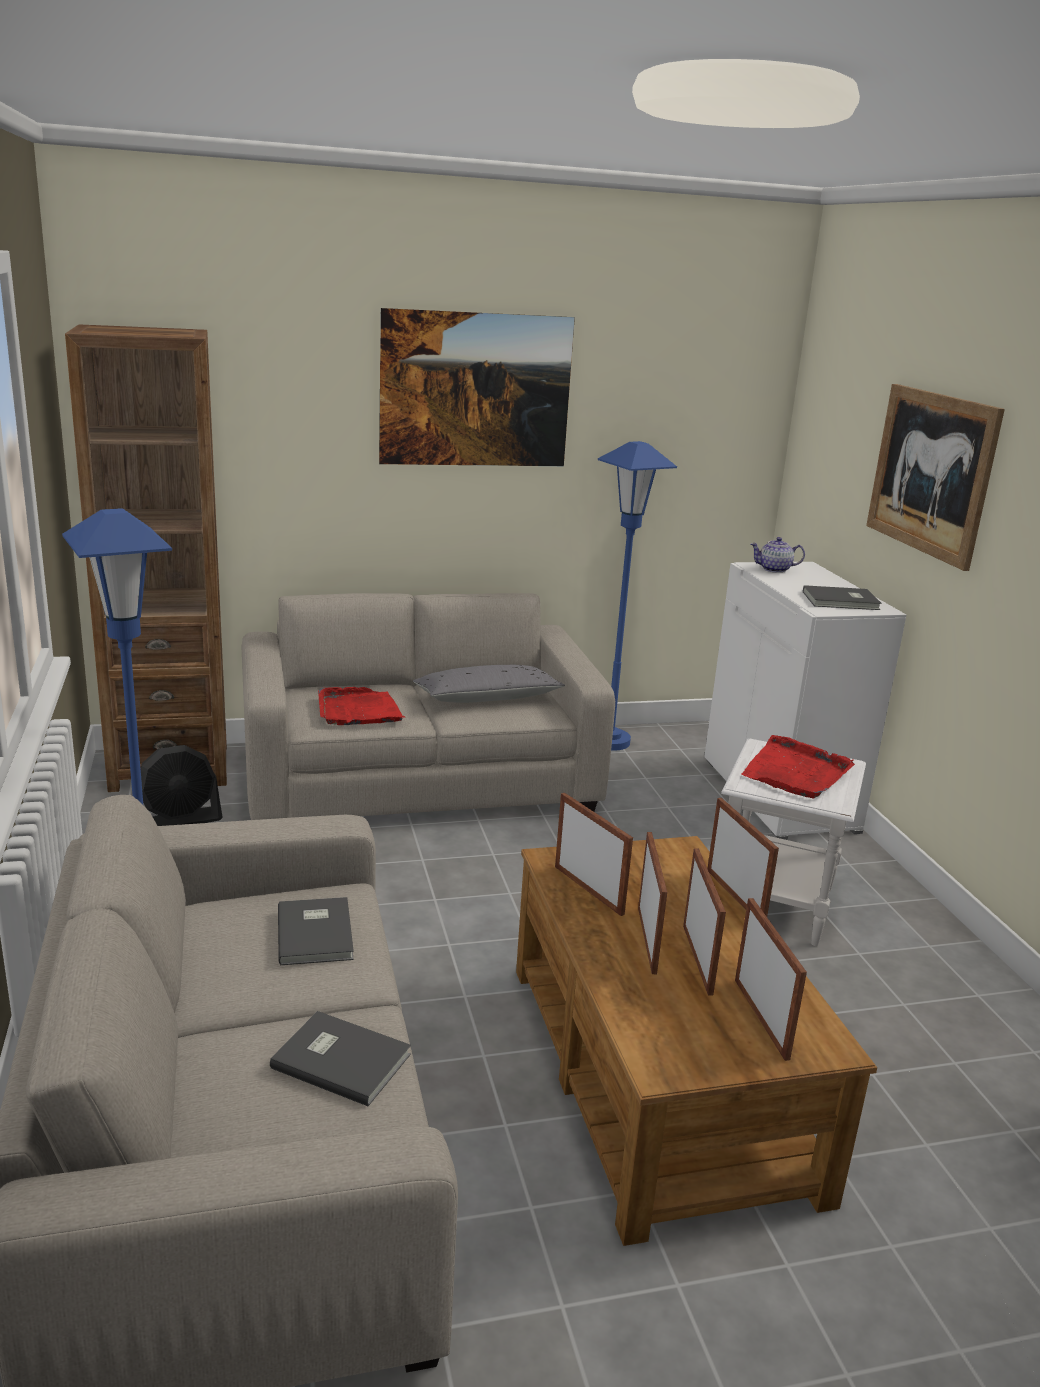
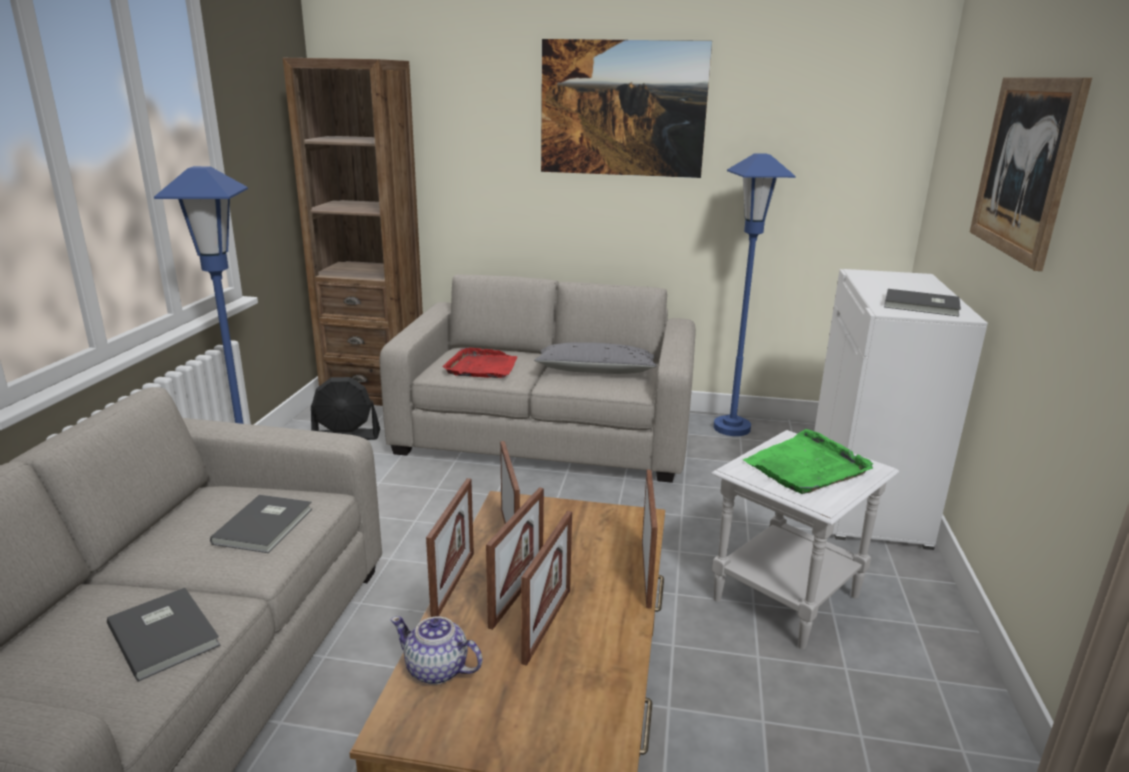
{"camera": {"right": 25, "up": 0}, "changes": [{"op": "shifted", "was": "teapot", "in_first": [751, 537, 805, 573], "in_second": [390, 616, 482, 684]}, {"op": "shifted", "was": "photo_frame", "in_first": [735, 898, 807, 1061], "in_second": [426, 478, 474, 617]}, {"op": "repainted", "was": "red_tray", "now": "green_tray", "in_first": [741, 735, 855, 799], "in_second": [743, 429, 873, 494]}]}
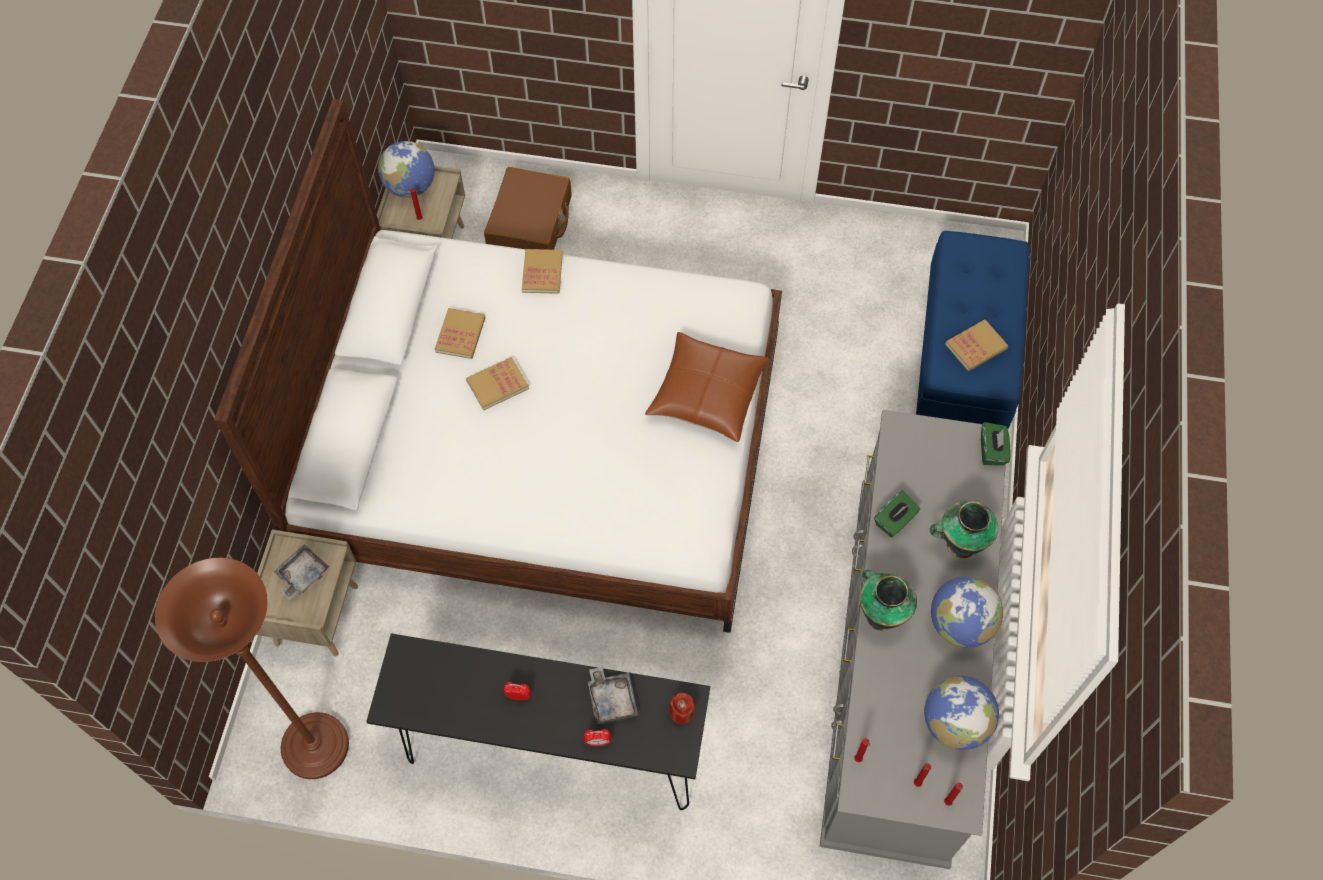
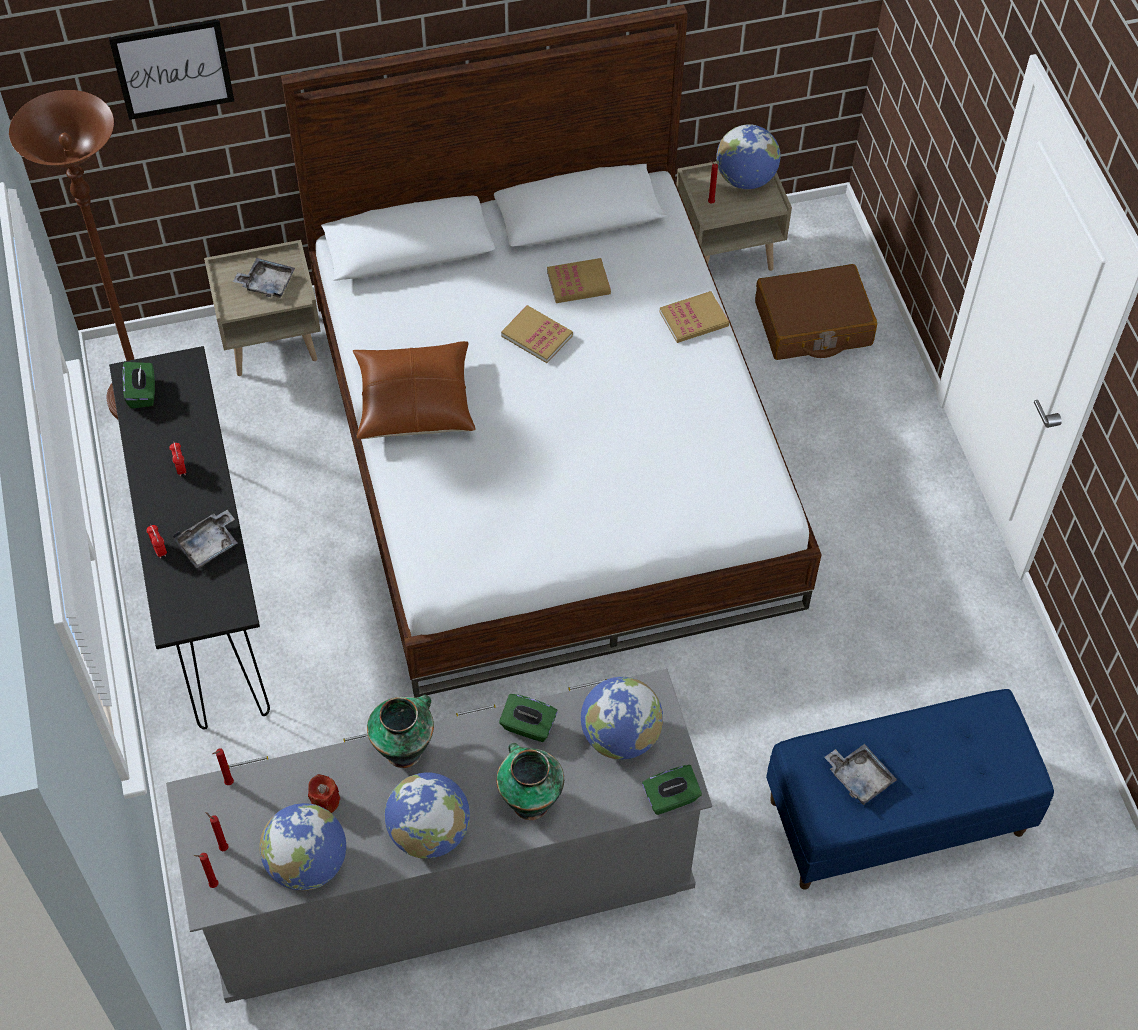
{"camera": {"right": 65, "up": -5}, "changes": [{"op": "new", "now": "wall_picture", "in_second": [109, 19, 234, 120]}, {"op": "new", "now": "green_tissue_holder", "in_second": [123, 362, 155, 408]}, {"op": "shifted", "was": "red_candle", "in_first": [669, 693, 696, 724], "in_second": [308, 774, 340, 813]}, {"op": "shifted", "was": "brown_pillow", "in_first": [645, 332, 769, 442], "in_second": [353, 341, 475, 439]}, {"op": "new", "now": "globe", "in_second": [581, 677, 663, 759]}, {"op": "swapped", "was": "volume", "now": "greyish_tray", "in_first": [945, 319, 1008, 371], "in_second": [824, 744, 897, 805]}]}
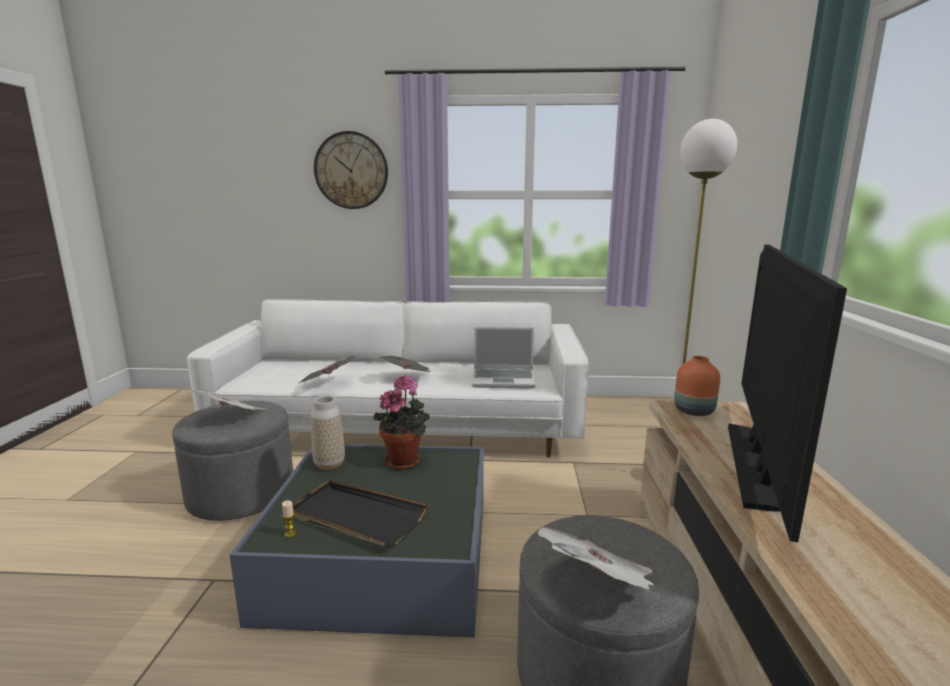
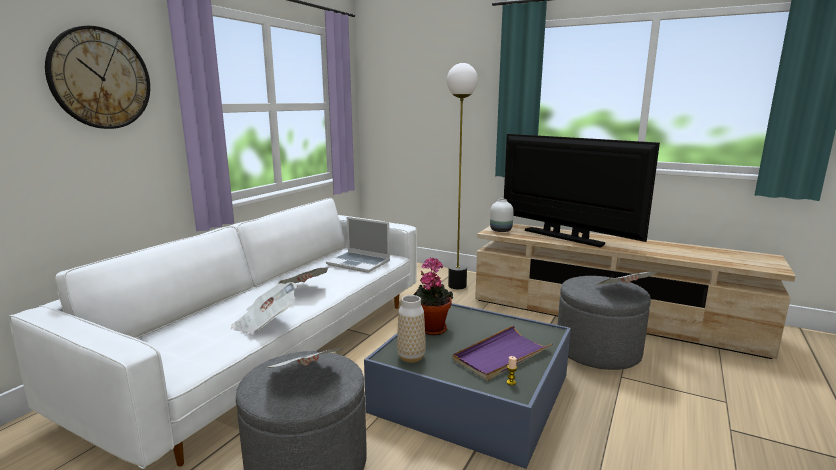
{"camera": {"right": -65, "up": 0}, "changes": [{"op": "rotated", "was": "portable_computer", "in_first": [472, 327, 535, 389], "in_second": [326, 217, 390, 273], "clockwise": 90}, {"op": "repainted", "was": "blackish_tray", "now": "purple_tray", "in_first": [293, 480, 427, 547], "in_second": [453, 325, 553, 380]}, {"op": "repainted", "was": "orangey_decorative_vase", "now": "whitish_decorative_vase", "in_first": [674, 356, 720, 416], "in_second": [490, 199, 514, 232]}]}
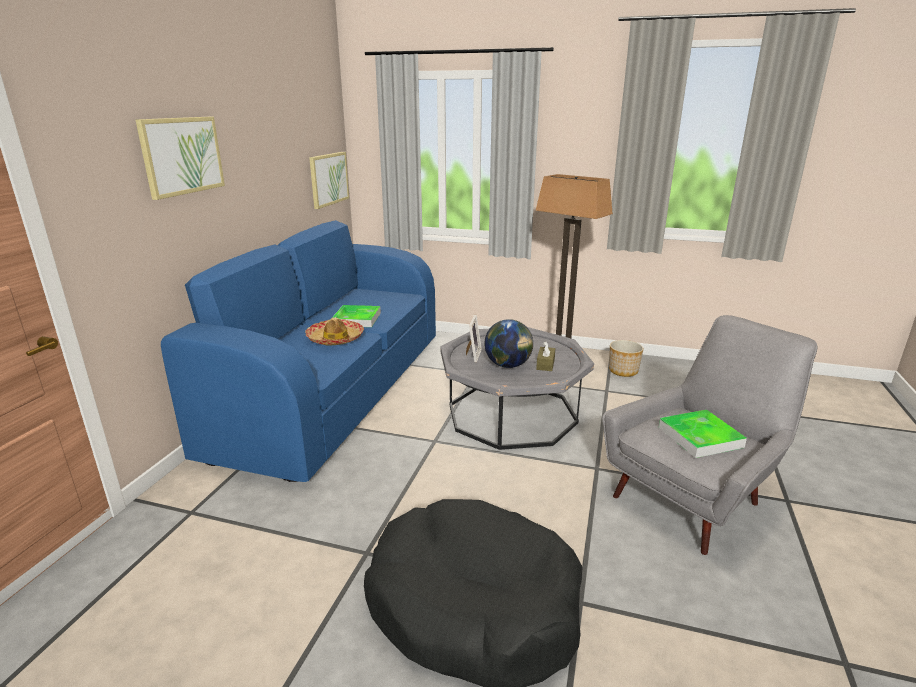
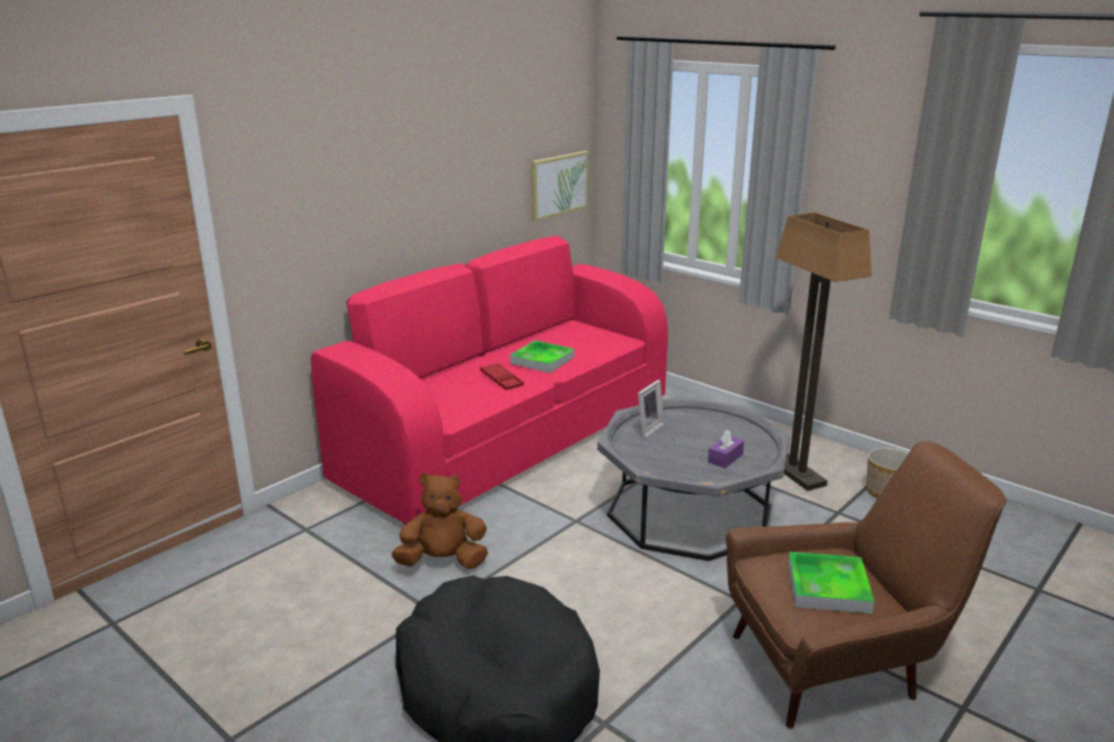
{"camera": {"right": 25, "up": 0}, "changes": [{"op": "repainted", "was": "bluish_settee", "now": "pink_settee", "in_first": [161, 220, 436, 482], "in_second": [311, 236, 668, 525]}, {"op": "new", "now": "brown_plush_toy", "in_second": [392, 473, 488, 569]}, {"op": "swapped", "was": "hat", "now": "red_tray", "in_first": [305, 317, 364, 345], "in_second": [480, 363, 524, 390]}, {"op": "repainted", "was": "brown_tissue_holder", "now": "purple_tissue_holder", "in_first": [536, 341, 555, 371], "in_second": [708, 430, 744, 468]}, {"op": "repainted", "was": "greyish_easy_chair", "now": "brown_easy_chair", "in_first": [603, 315, 818, 555], "in_second": [726, 441, 1006, 729]}, {"op": "gone", "was": "wall_picture", "in_first": [136, 117, 225, 200]}, {"op": "gone", "was": "globe", "in_first": [484, 319, 533, 368]}]}
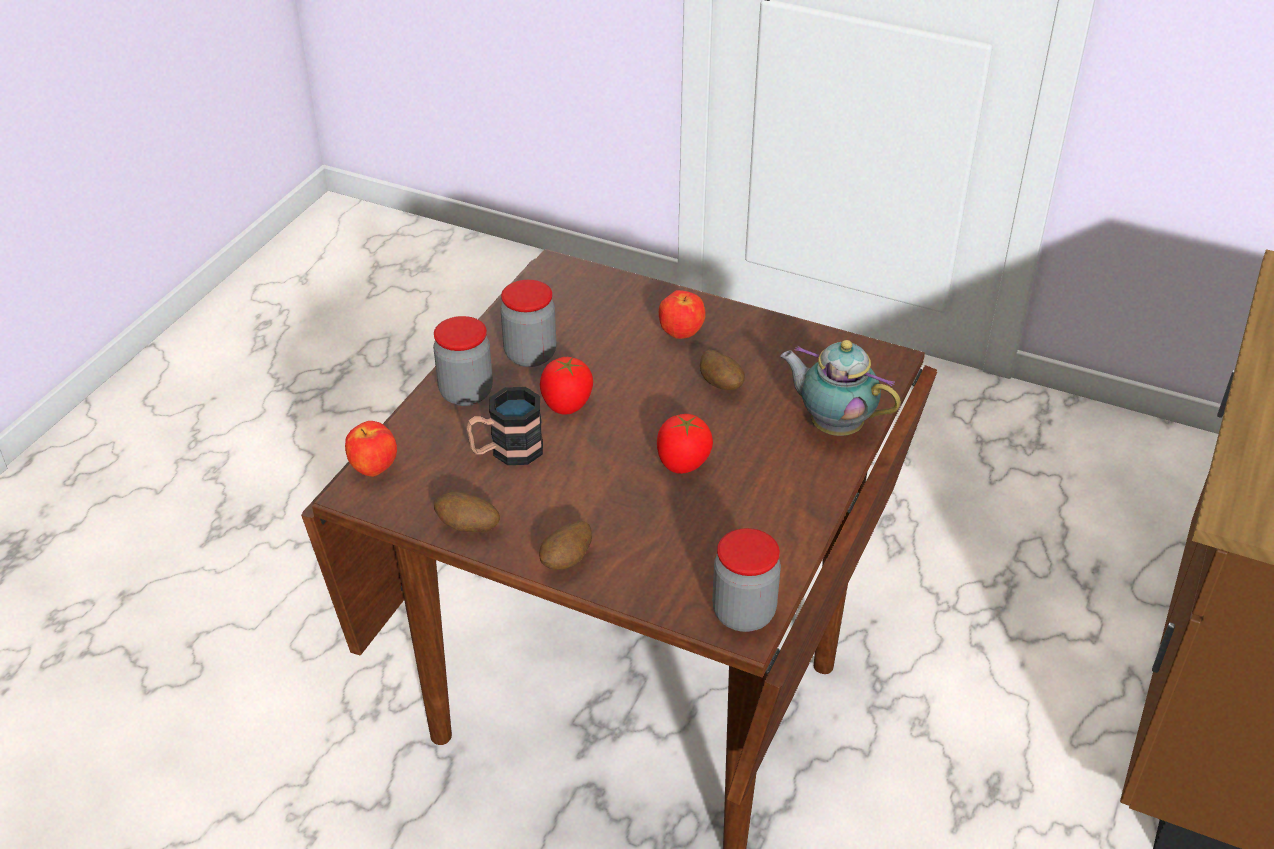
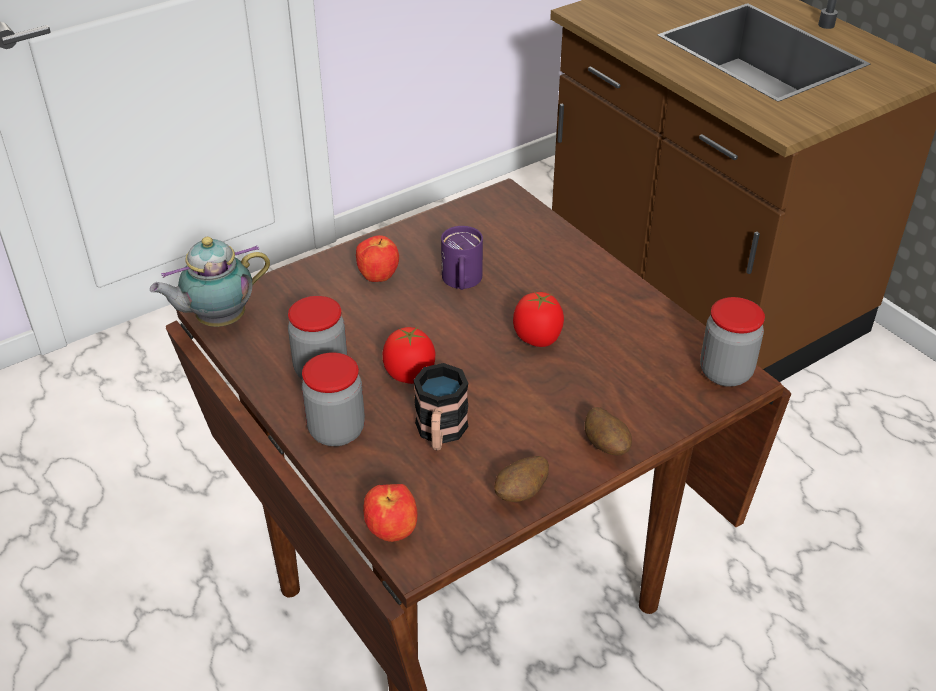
{"camera": {"right": -60, "up": 0}, "changes": [{"op": "shifted", "was": "teapot", "in_first": [780, 340, 901, 436], "in_second": [150, 237, 270, 327]}, {"op": "swapped", "was": "spud", "now": "purple_tea_mug", "in_first": [700, 350, 745, 390], "in_second": [441, 226, 483, 290]}]}
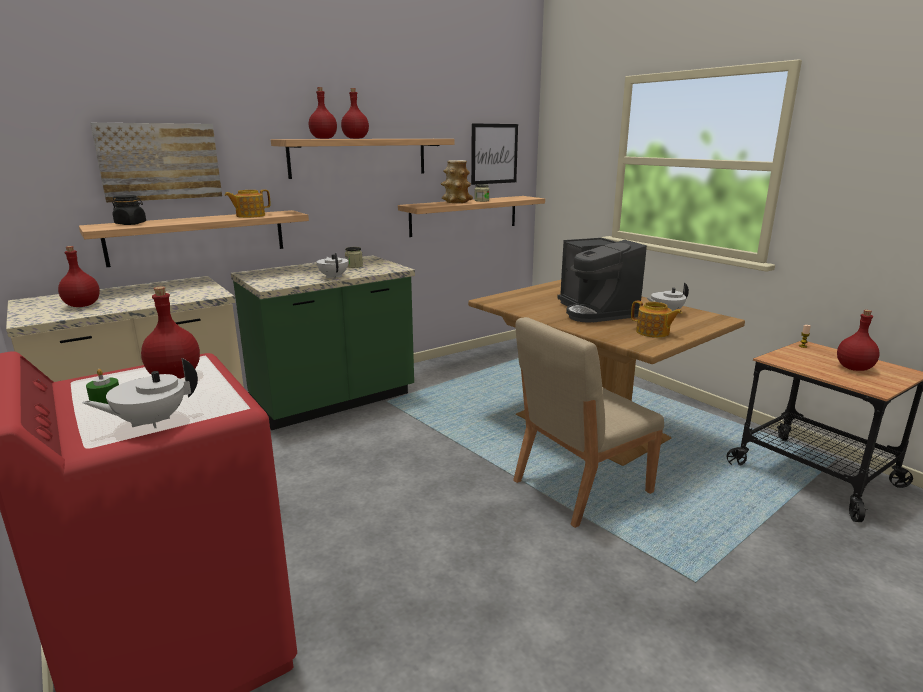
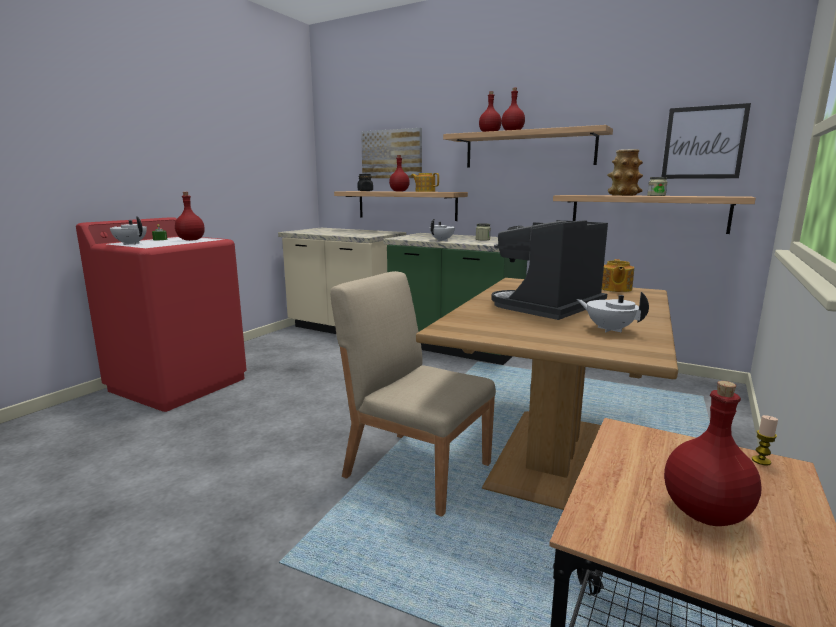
{"camera": {"right": 65, "up": -5}, "changes": [{"op": "shifted", "was": "red_drink_bottle", "in_first": [58, 246, 100, 307], "in_second": [389, 155, 410, 192]}, {"op": "shifted", "was": "teapot", "in_first": [631, 301, 682, 338], "in_second": [602, 259, 634, 292]}]}
